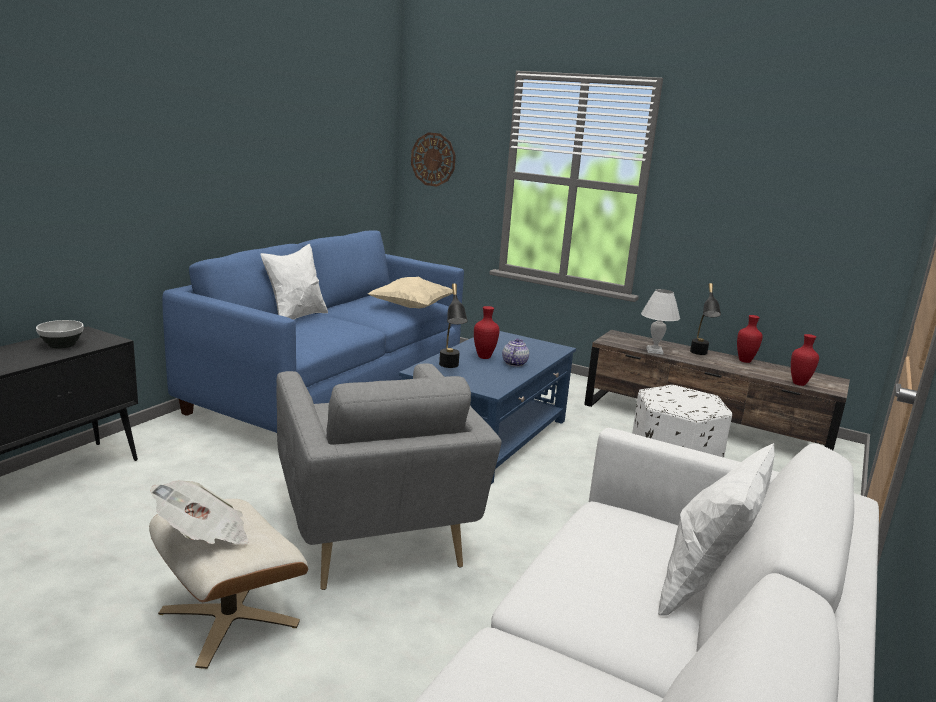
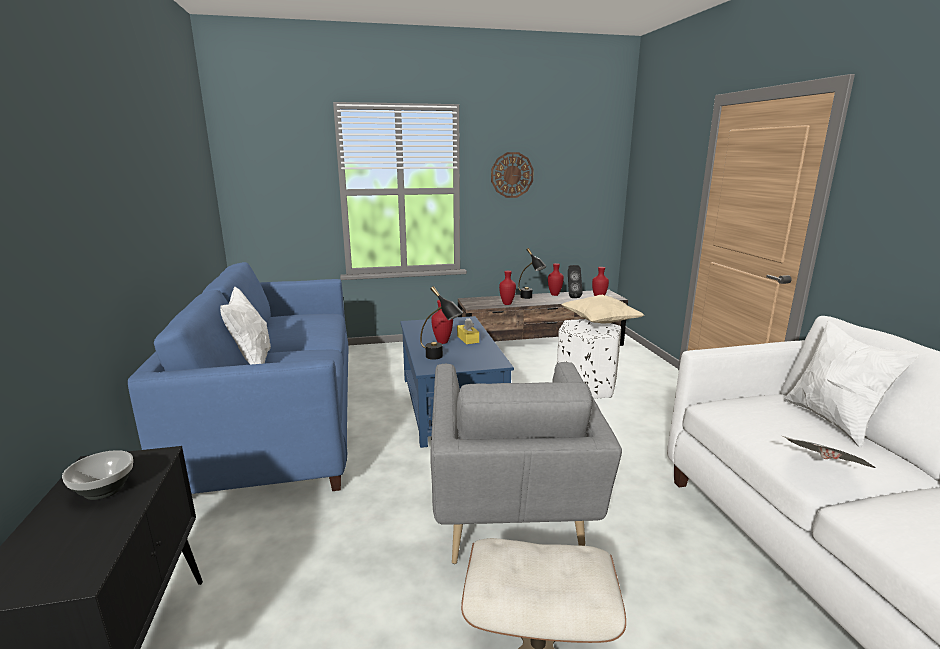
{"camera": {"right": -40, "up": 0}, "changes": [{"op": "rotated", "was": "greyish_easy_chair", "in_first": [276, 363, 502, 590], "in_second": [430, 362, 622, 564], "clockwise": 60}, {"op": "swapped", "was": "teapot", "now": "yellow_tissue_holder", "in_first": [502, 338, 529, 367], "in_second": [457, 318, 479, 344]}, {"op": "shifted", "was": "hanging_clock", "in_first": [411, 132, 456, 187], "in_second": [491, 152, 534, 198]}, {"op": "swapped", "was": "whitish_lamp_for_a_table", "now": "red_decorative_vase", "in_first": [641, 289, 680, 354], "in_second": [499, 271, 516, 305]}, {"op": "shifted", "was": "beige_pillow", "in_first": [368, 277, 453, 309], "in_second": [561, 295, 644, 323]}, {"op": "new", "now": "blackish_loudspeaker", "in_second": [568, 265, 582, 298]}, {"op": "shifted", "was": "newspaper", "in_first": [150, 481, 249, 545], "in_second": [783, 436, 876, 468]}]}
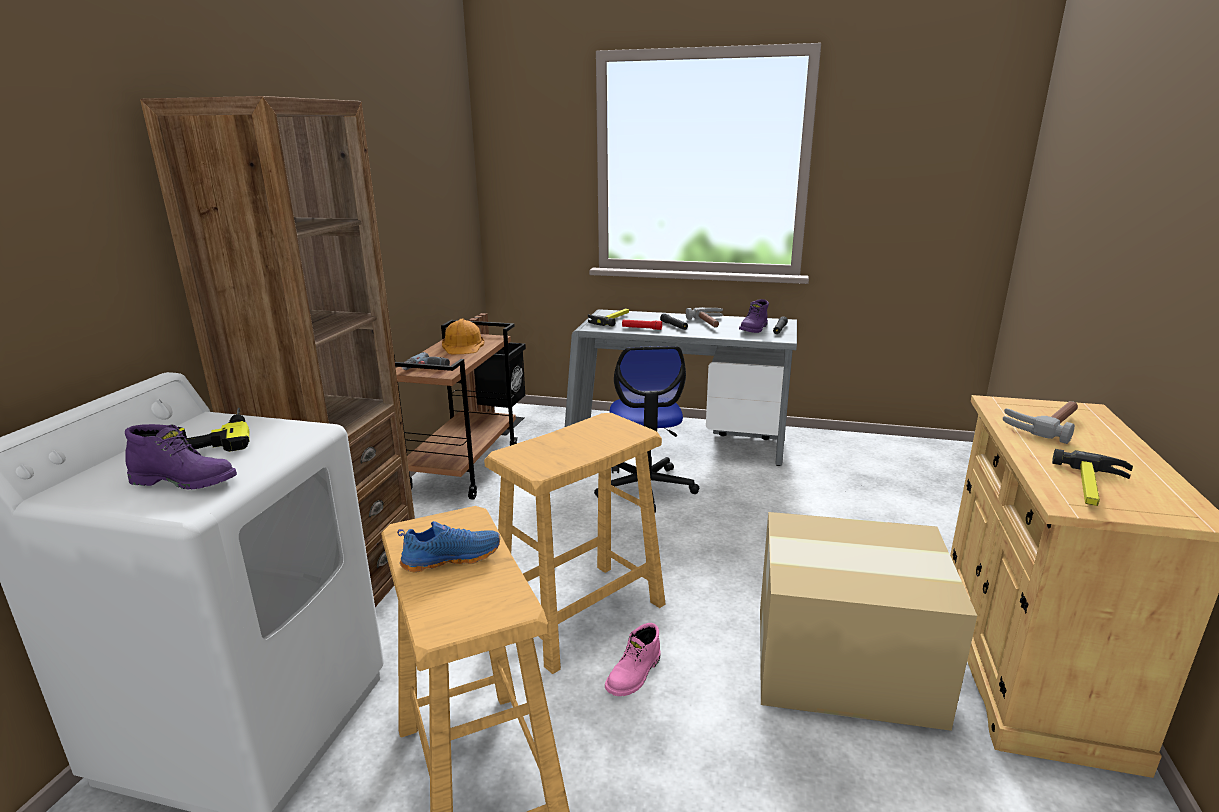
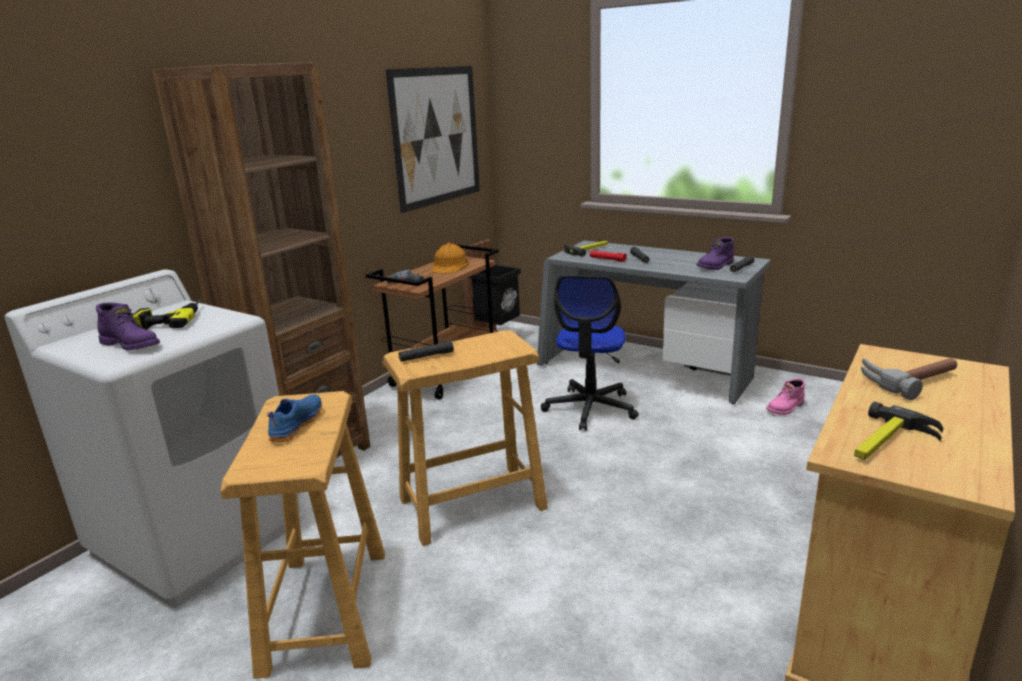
{"camera": {"right": 20, "up": 0}, "changes": [{"op": "rotated", "was": "bluish_item_of_footwear", "in_first": [397, 521, 500, 572], "in_second": [268, 394, 322, 442], "clockwise": -75}, {"op": "new", "now": "wall_picture", "in_second": [386, 66, 480, 213]}, {"op": "new", "now": "blackish_hand_torch", "in_second": [399, 340, 454, 362]}, {"op": "shifted", "was": "pink_boot", "in_first": [605, 623, 660, 696], "in_second": [766, 378, 805, 415]}, {"op": "gone", "was": "hammer", "in_first": [686, 307, 723, 327]}, {"op": "gone", "was": "packing_box", "in_first": [760, 512, 977, 731]}]}
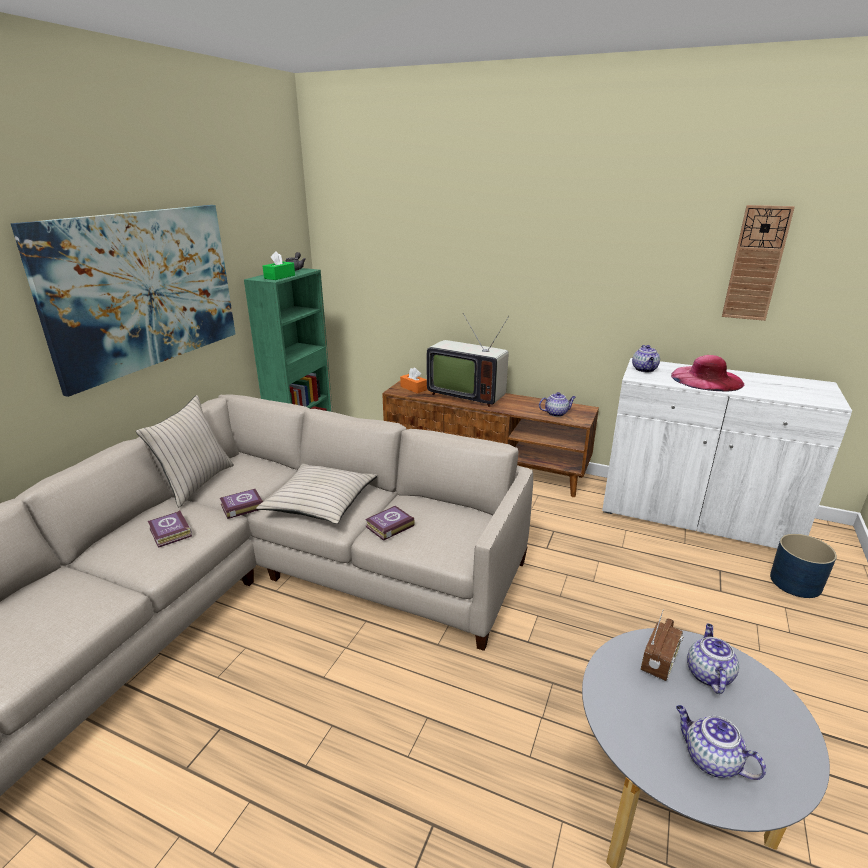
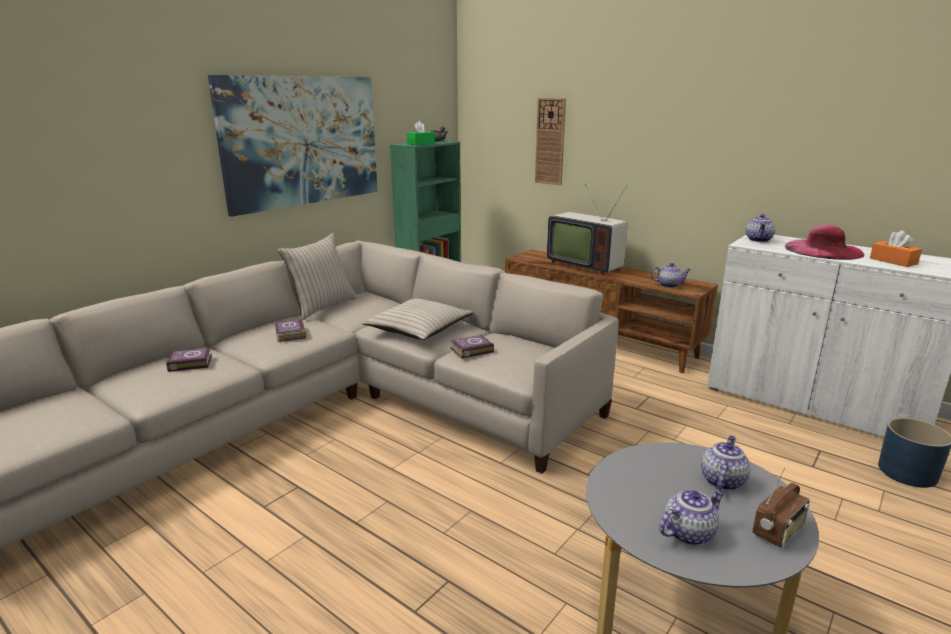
{"camera": {"right": 15, "up": -5}, "changes": [{"op": "shifted", "was": "volume", "in_first": [220, 489, 263, 519], "in_second": [166, 348, 212, 372]}, {"op": "shifted", "was": "hanging_clock", "in_first": [722, 205, 795, 321], "in_second": [535, 98, 566, 185]}, {"op": "rotated", "was": "teapot", "in_first": [676, 705, 766, 780], "in_second": [659, 490, 725, 545], "clockwise": 90}, {"op": "shifted", "was": "radio_receiver", "in_first": [641, 611, 683, 681], "in_second": [752, 468, 809, 548]}, {"op": "shifted", "was": "orangey_tissue_holder", "in_first": [400, 368, 427, 393], "in_second": [870, 230, 922, 267]}]}
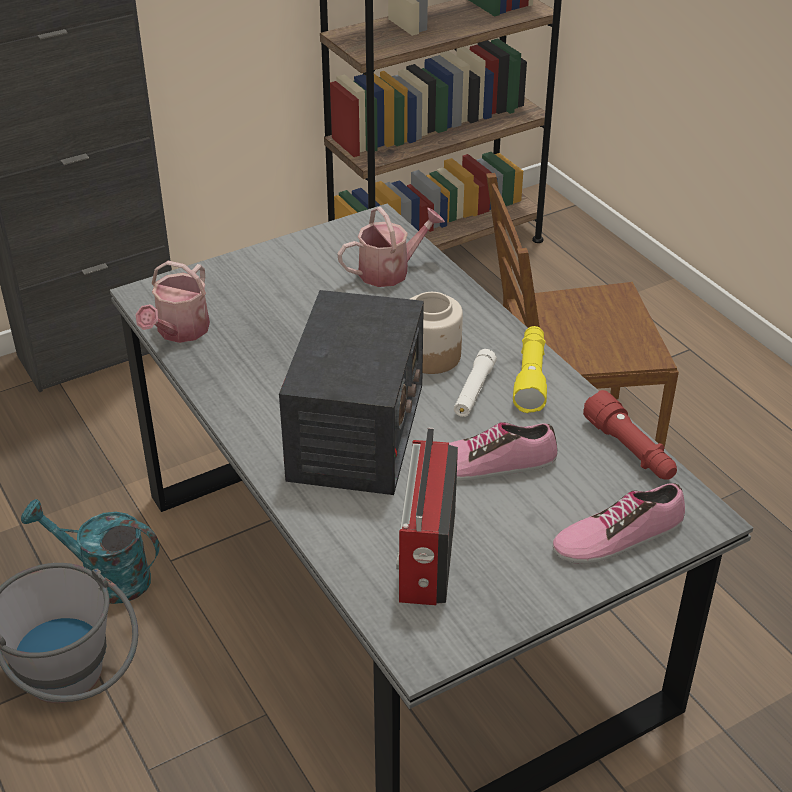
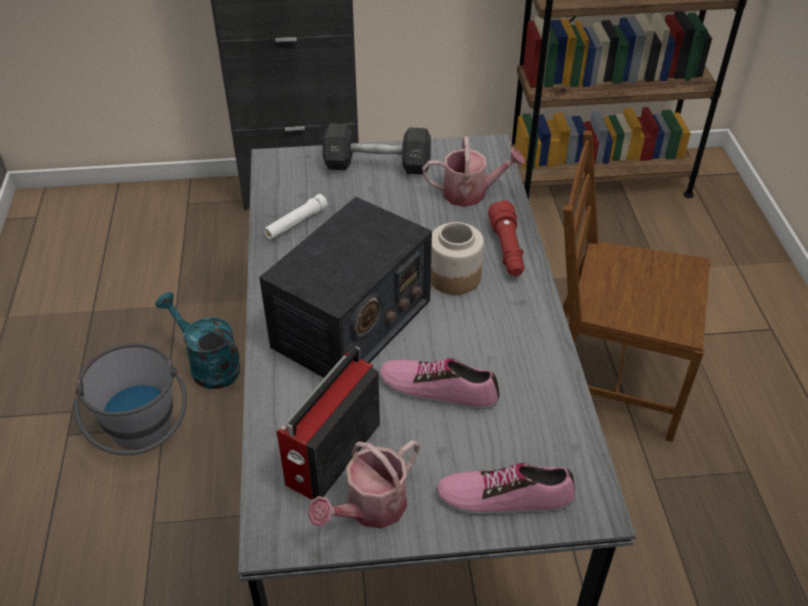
{"camera": {"right": 25, "up": 5}, "changes": [{"op": "shifted", "was": "whitish_hand_torch", "in_first": [454, 349, 497, 417], "in_second": [264, 194, 328, 240]}, {"op": "shifted", "was": "sprinkling_can", "in_first": [135, 261, 210, 343], "in_second": [308, 440, 420, 529]}, {"op": "new", "now": "blackish_hand_weight", "in_second": [322, 123, 431, 175]}, {"op": "shifted", "was": "red_hand_torch", "in_first": [583, 390, 677, 480], "in_second": [488, 200, 525, 276]}, {"op": "gone", "was": "yellow_hand_torch", "in_first": [513, 326, 547, 413]}]}
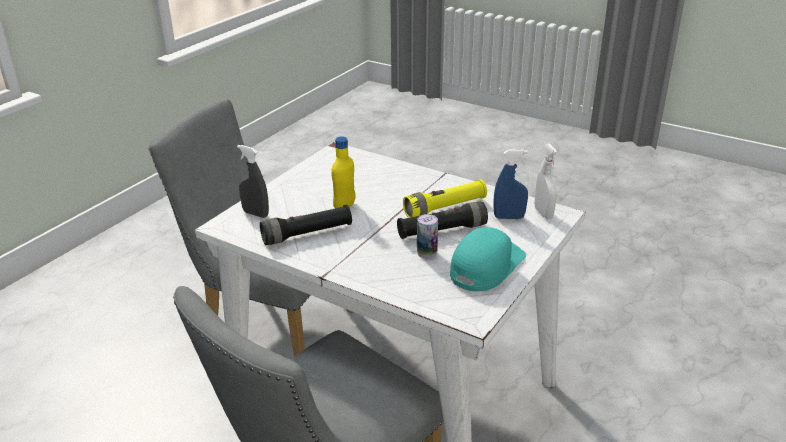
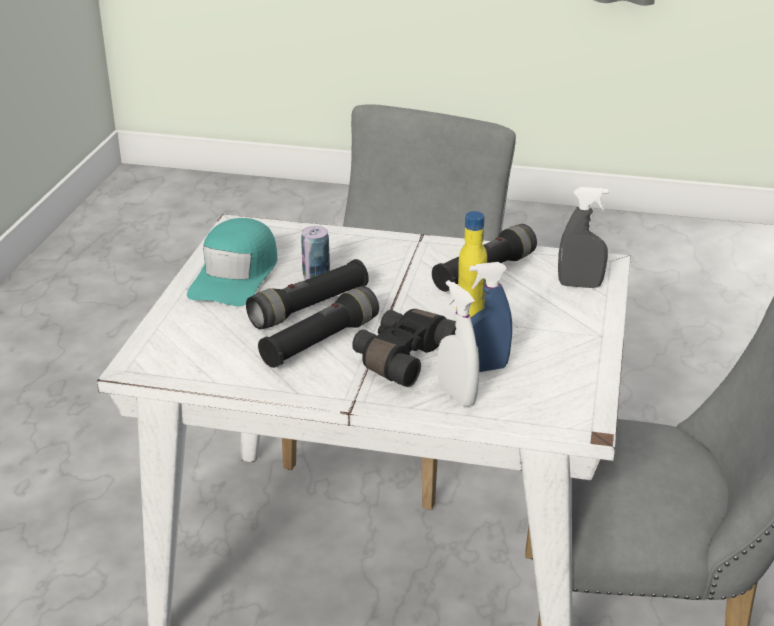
{"camera": {"right": 160, "up": 0}, "changes": [{"op": "repainted", "was": "yellow_hand_torch", "now": "blackish_hand_torch", "in_first": [403, 179, 487, 218], "in_second": [258, 286, 379, 368]}, {"op": "new", "now": "blackish_field_glasses", "in_second": [352, 309, 456, 387]}, {"op": "shifted", "was": "whitish_hand_sprayer", "in_first": [535, 144, 558, 219], "in_second": [438, 280, 479, 407]}, {"op": "shifted", "was": "bluish_hand_sprayer", "in_first": [493, 150, 528, 219], "in_second": [469, 262, 512, 372]}]}
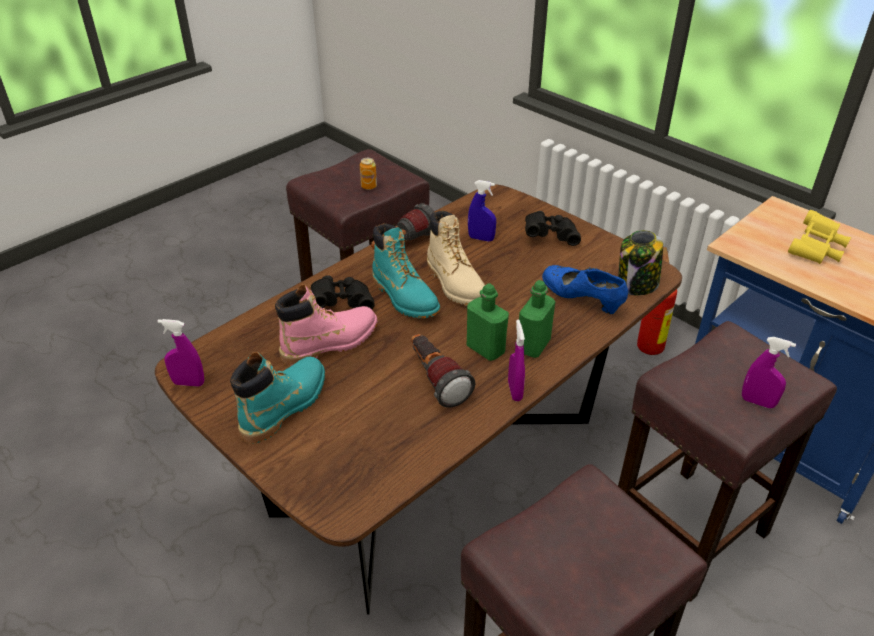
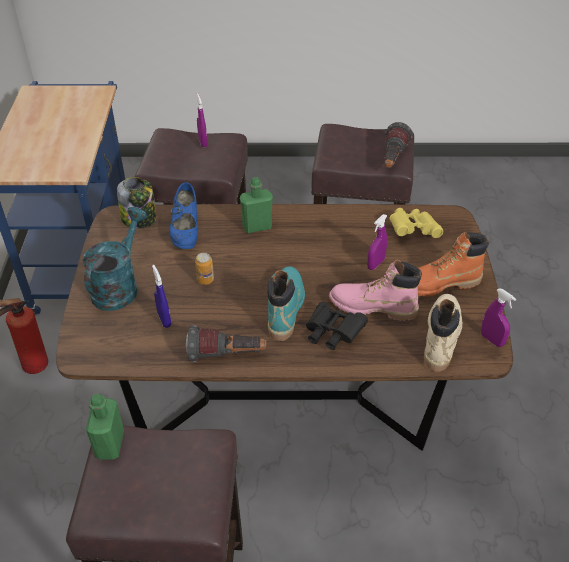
{"camera": {"right": -135, "up": 5}, "changes": [{"op": "swapped", "was": "blackish_field_glasses", "now": "blue-green_sprinkling_can", "in_first": [525, 211, 581, 246], "in_second": [82, 207, 147, 311]}, {"op": "shifted", "was": "green_drink_bottle", "in_first": [467, 283, 509, 361], "in_second": [86, 394, 124, 460]}, {"op": "shifted", "was": "sealed_can", "in_first": [360, 158, 377, 190], "in_second": [195, 253, 214, 285]}, {"op": "shifted", "was": "purple_hand_sprayer", "in_first": [508, 320, 525, 401], "in_second": [367, 214, 387, 270]}, {"op": "shifted", "was": "hand_torch", "in_first": [411, 334, 476, 407], "in_second": [384, 122, 413, 168]}, {"op": "shifted", "was": "yellow_field_glasses", "in_first": [788, 210, 851, 264], "in_second": [389, 208, 443, 238]}, {"op": "repainted", "was": "blue-green_boot", "now": "orangey_boot", "in_first": [230, 352, 325, 444], "in_second": [418, 232, 489, 297]}, {"op": "shifted", "was": "beige_boot", "in_first": [427, 210, 485, 305], "in_second": [424, 294, 462, 372]}]}
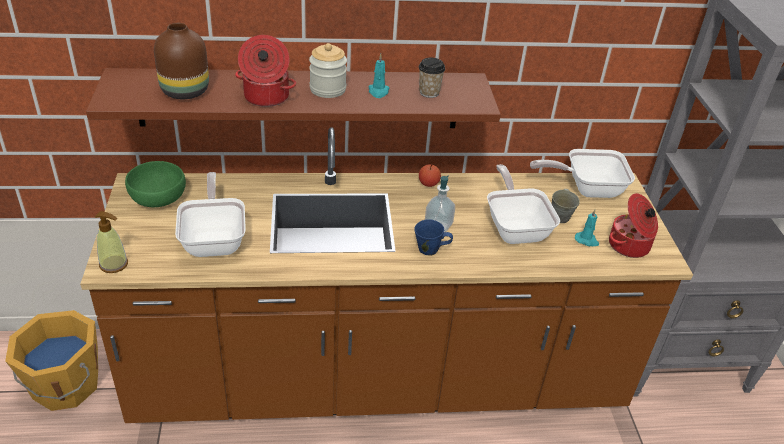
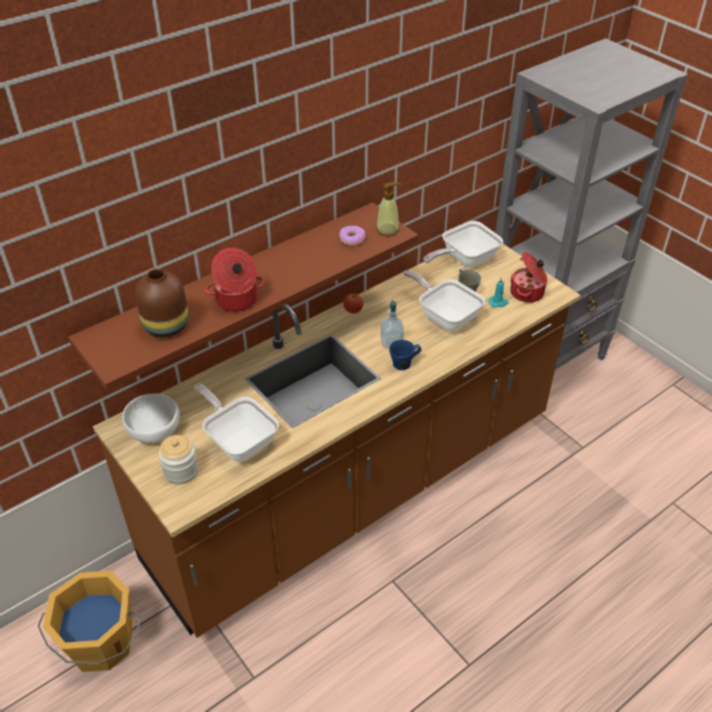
{"camera": {"right": -30, "up": 5}, "changes": [{"op": "repainted", "was": "green_deep_dish", "now": "whitish_deep_dish", "in_first": [125, 161, 186, 207], "in_second": [122, 393, 180, 443]}, {"op": "shifted", "was": "preserve_jar", "in_first": [309, 43, 347, 98], "in_second": [159, 435, 198, 485]}, {"op": "swapped", "was": "drinking_cup", "now": "doughnut", "in_first": [419, 58, 445, 98], "in_second": [339, 225, 365, 246]}, {"op": "shifted", "was": "liquid_soap_bottle", "in_first": [95, 211, 128, 273], "in_second": [376, 182, 401, 236]}, {"op": "gone", "was": "blue-green_candle", "in_first": [369, 54, 389, 98]}]}
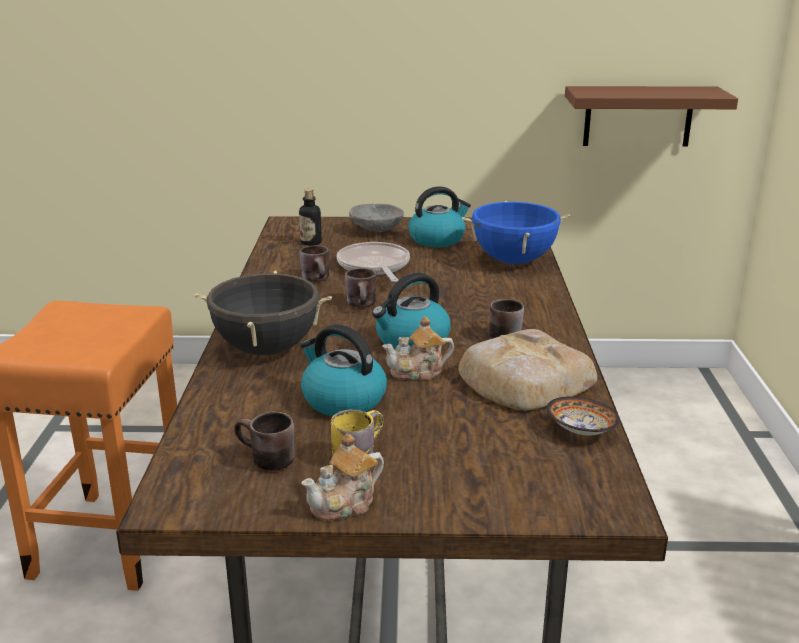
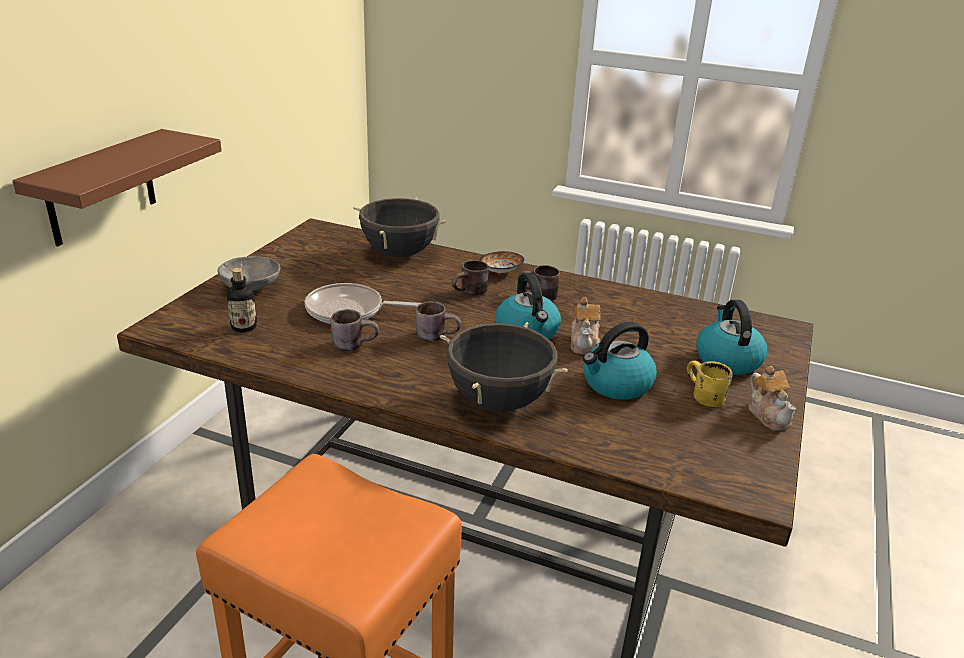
{"camera": {"right": -70, "up": 5}, "changes": [{"op": "shifted", "was": "brown_shelf", "in_first": [565, 86, 738, 147], "in_second": [13, 129, 222, 246]}, {"op": "repainted", "was": "bluish_saucepot", "now": "blackish_saucepot", "in_first": [462, 200, 570, 264], "in_second": [353, 197, 447, 257]}, {"op": "shifted", "was": "brown_tea_mug", "in_first": [234, 411, 294, 471], "in_second": [452, 260, 489, 295]}, {"op": "shifted", "was": "deep_dish", "in_first": [546, 396, 620, 435], "in_second": [479, 251, 524, 273]}, {"op": "shifted", "was": "water_kettle", "in_first": [408, 186, 471, 247], "in_second": [696, 300, 767, 375]}, {"op": "gone", "was": "bread", "in_first": [458, 329, 597, 410]}]}
